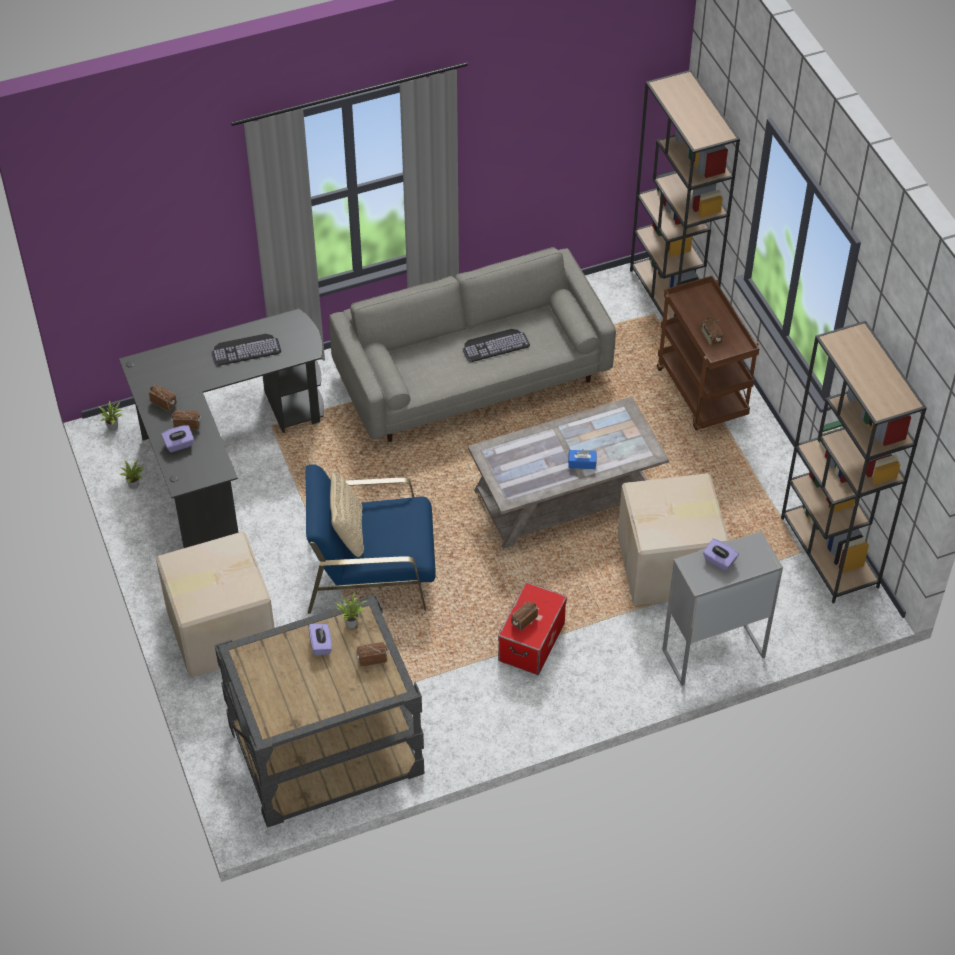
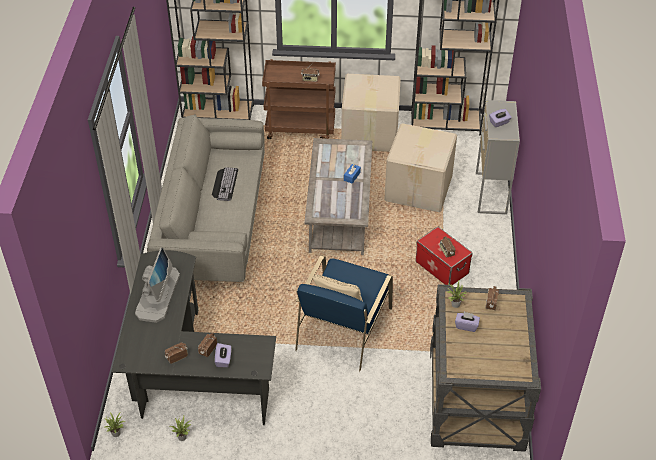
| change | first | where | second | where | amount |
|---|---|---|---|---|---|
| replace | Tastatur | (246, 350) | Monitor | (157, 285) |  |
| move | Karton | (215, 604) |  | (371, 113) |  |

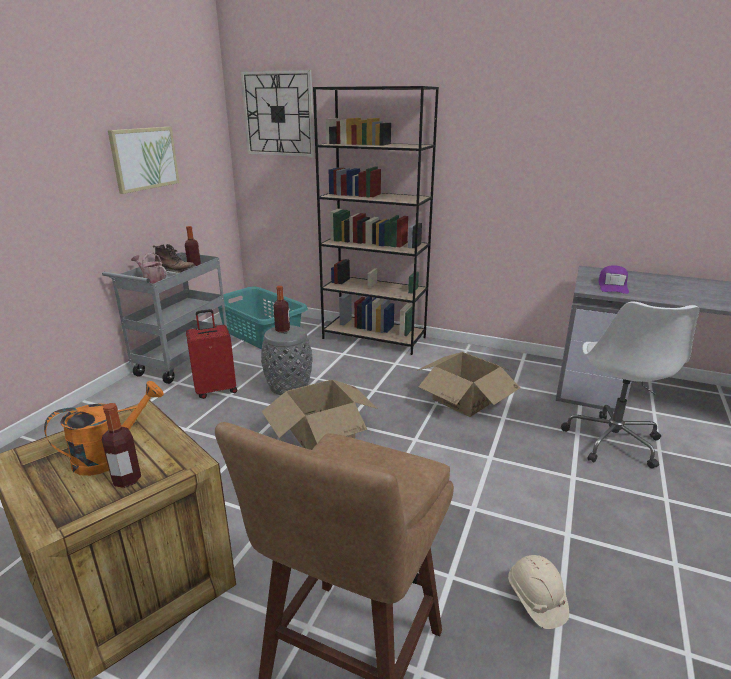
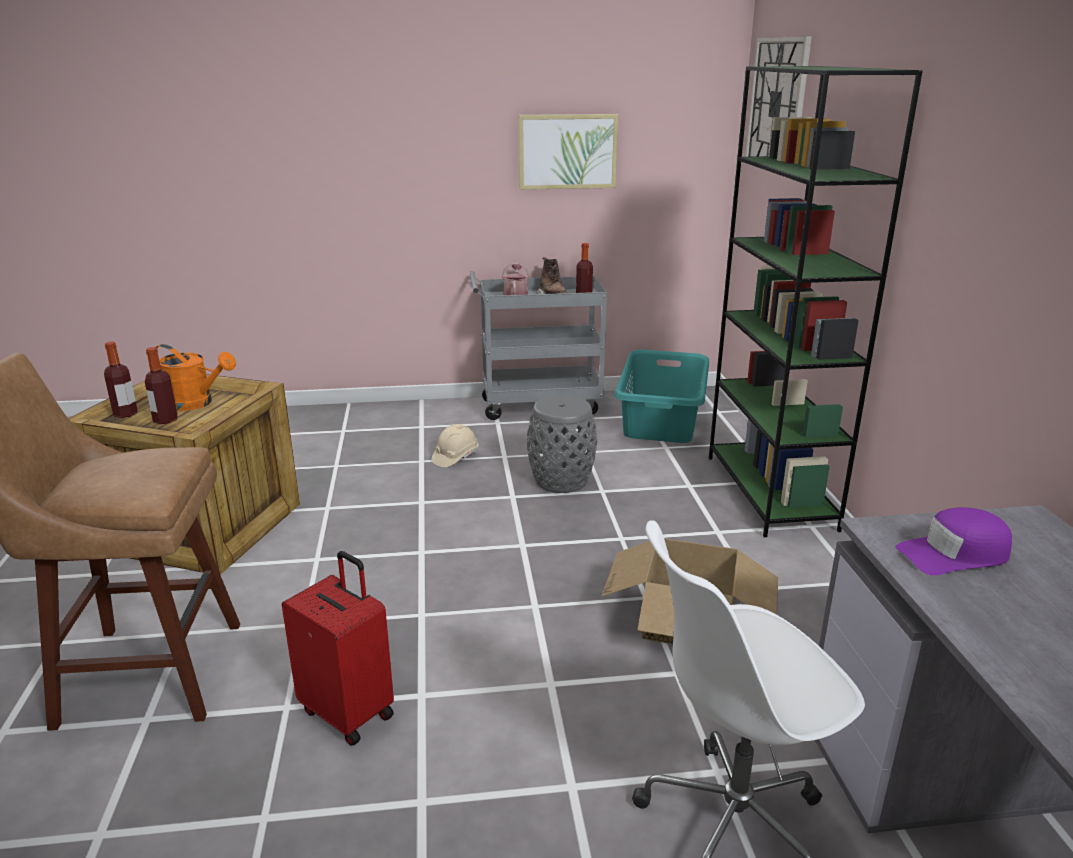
| change | first | where | second | where | amount |
|---|---|---|---|---|---|
| move | Flasche | (281, 309) |  | (121, 380) |  |
| move | Koffer/rot | (211, 354) |  | (338, 648) |  |
| move | Schutzhelm/beige | (538, 592) |  | (455, 445) |  |
| recolor | Bücherregal/beige | (376, 220) | Bücherregal/grün | (816, 301) |  |
| delete | Karton | (320, 415) |  |  |  |

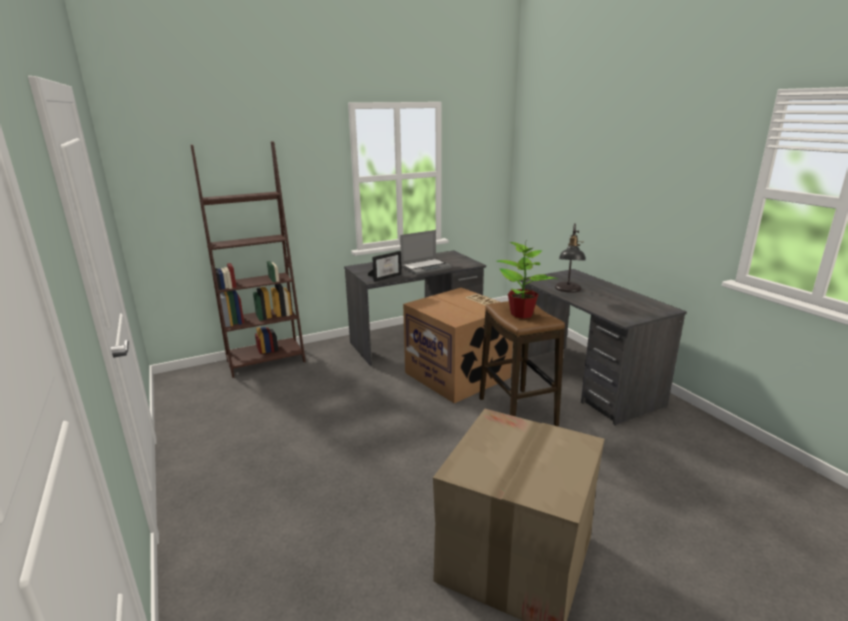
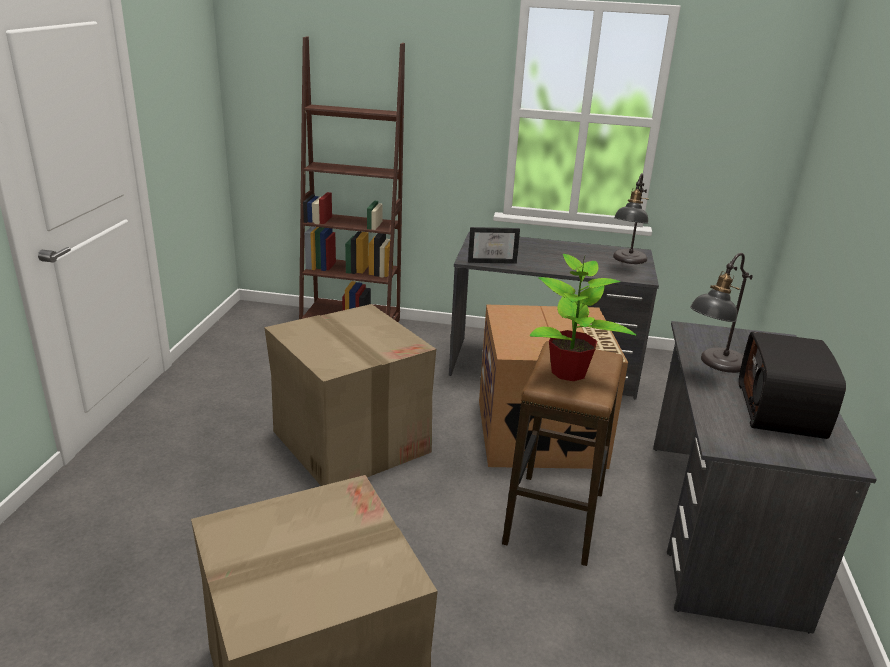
| change | first | where | second | where | amount |
|---|---|---|---|---|---|
| insert |  |  | Karton | (350, 395) |  |
| insert |  |  | Tischlampe/grau | (631, 218) |  |
| insert |  |  | Radio | (792, 385) |  |
| delete | Laptop | (426, 252) |  |  |  |

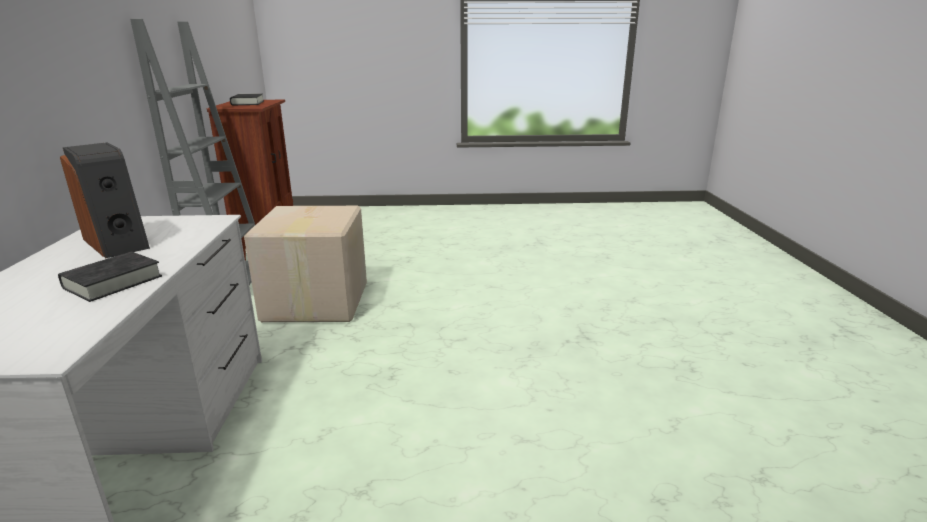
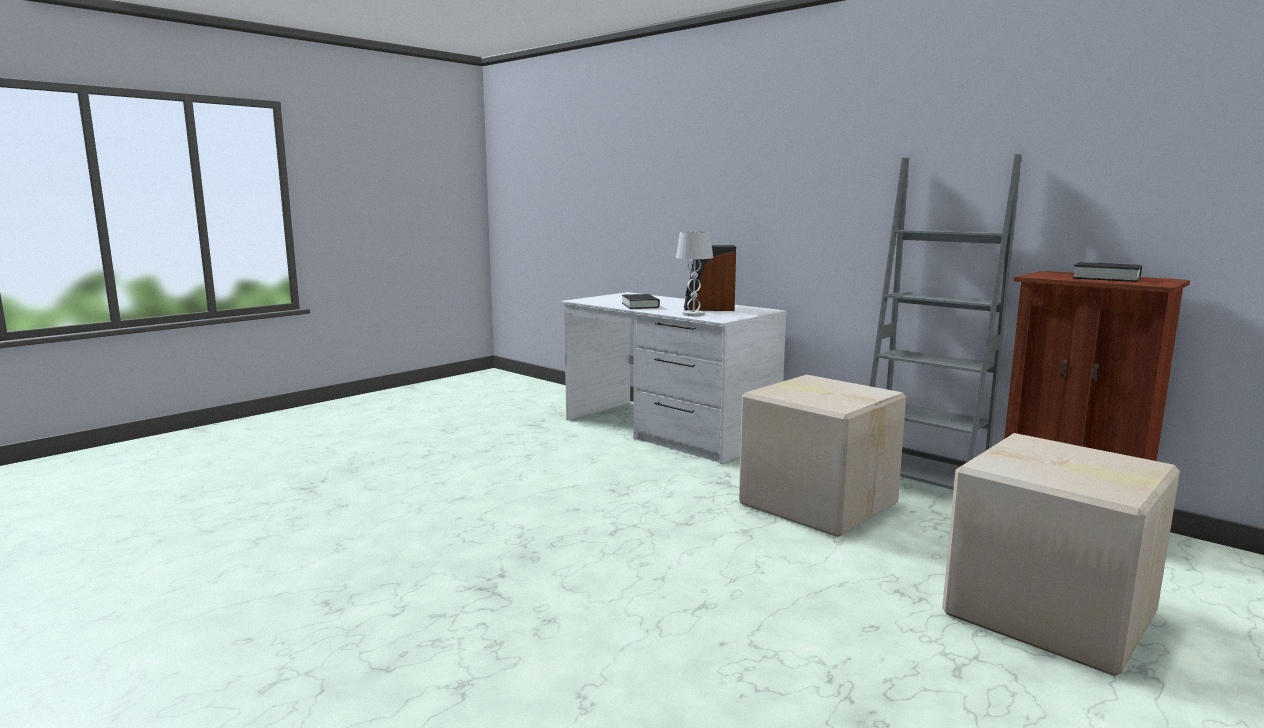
| change | first | where | second | where | amount |
|---|---|---|---|---|---|
| insert |  |  | Tischlampe/weiß | (694, 273) |  |
| insert |  |  | Karton | (1061, 554) |  |

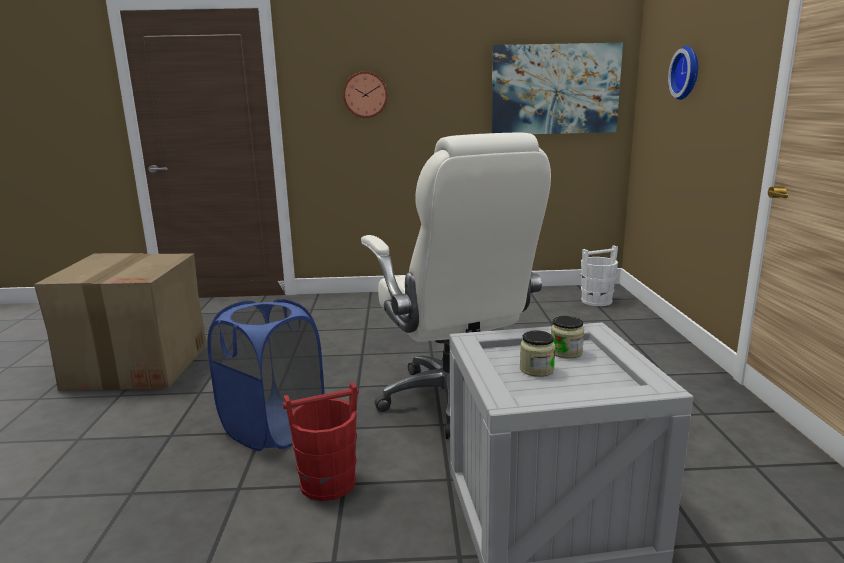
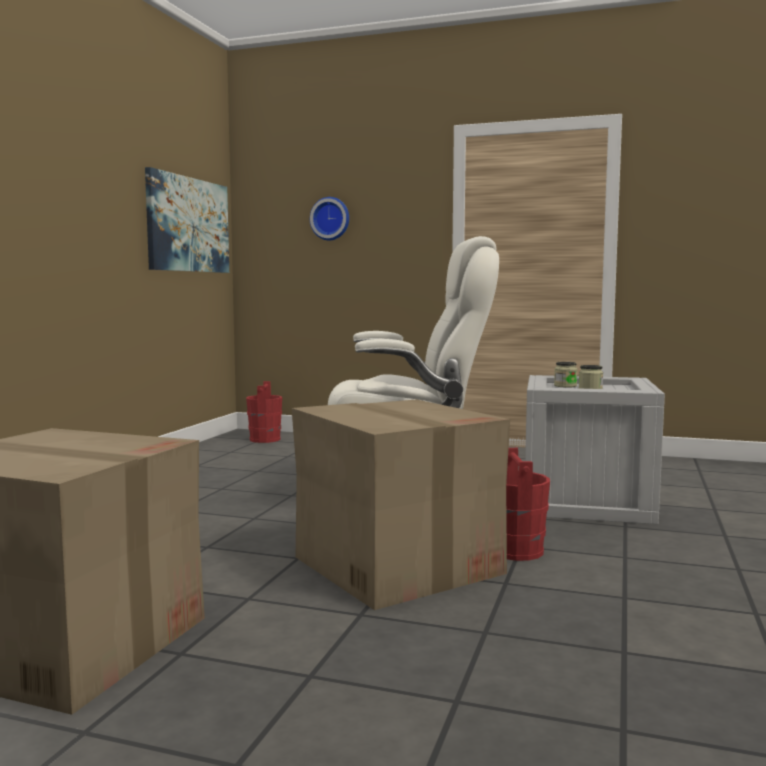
| change | first | where | second | where | amount |
|---|---|---|---|---|---|
| recolor | Eimer/weiß | (599, 275) | Eimer/rot | (264, 412) |  |
| replace | Wäschekorb/blau | (266, 375) | Karton | (401, 504) |  |
| delete | Wanduhr | (365, 94) |  |  |  |

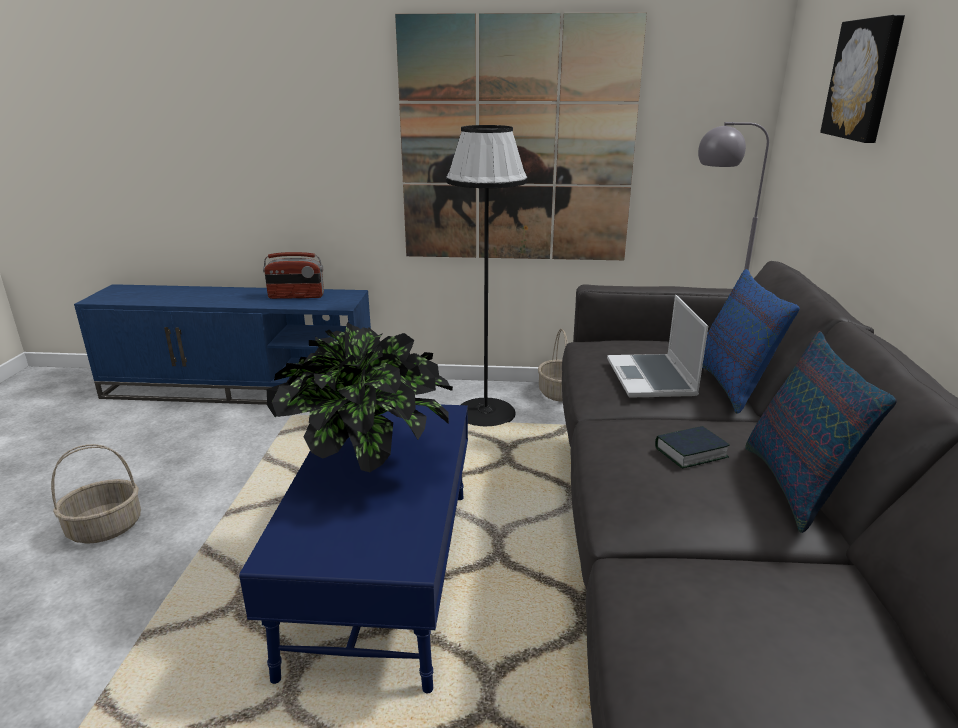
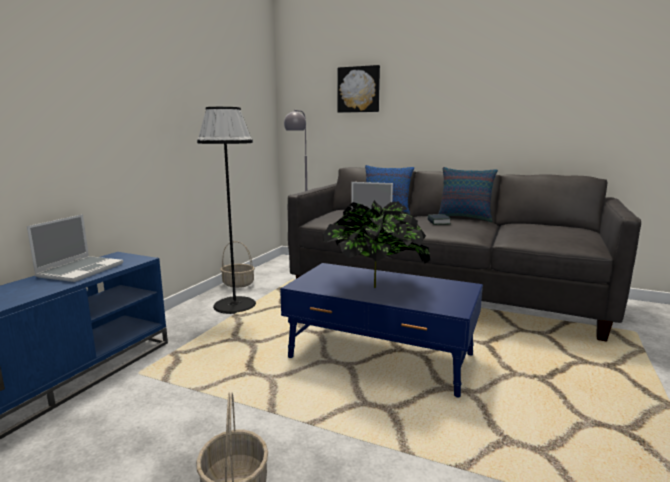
| change | first | where | second | where | amount |
|---|---|---|---|---|---|
| replace | Radio | (293, 275) | Laptop | (75, 248) |  |
| delete | Bild | (521, 136) |  |  |  |

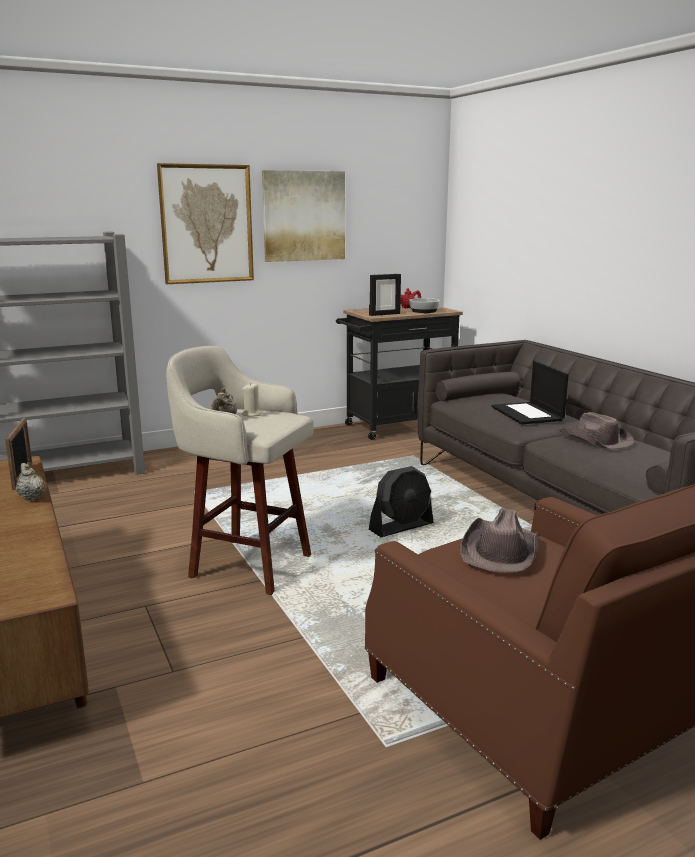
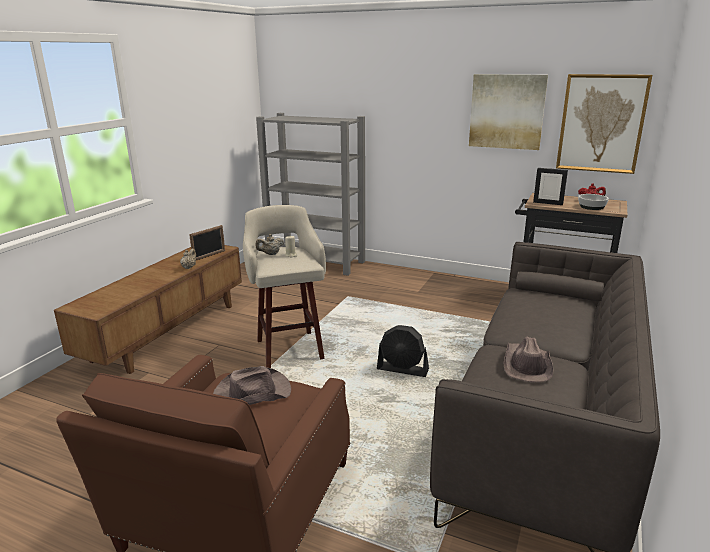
| change | first | where | second | where | amount |
|---|---|---|---|---|---|
| move | Bild | (205, 223) |  | (604, 124) |  |
| delete | Laptop | (530, 392) |  |  |  |

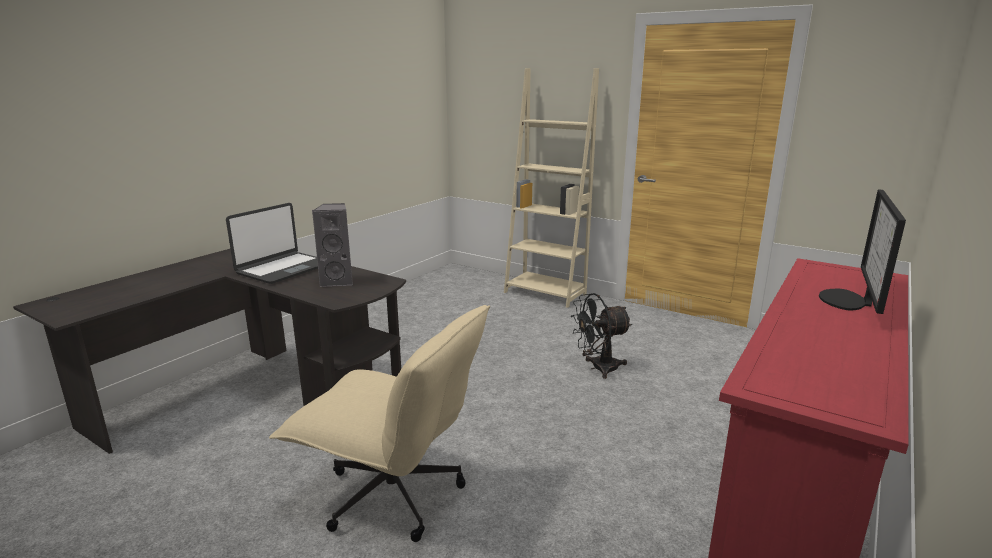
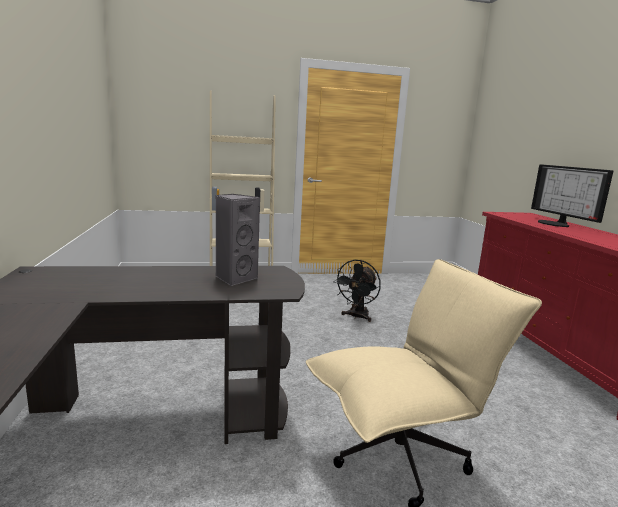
| change | first | where | second | where | amount |
|---|---|---|---|---|---|
| delete | Laptop | (272, 243) |  |  |  |

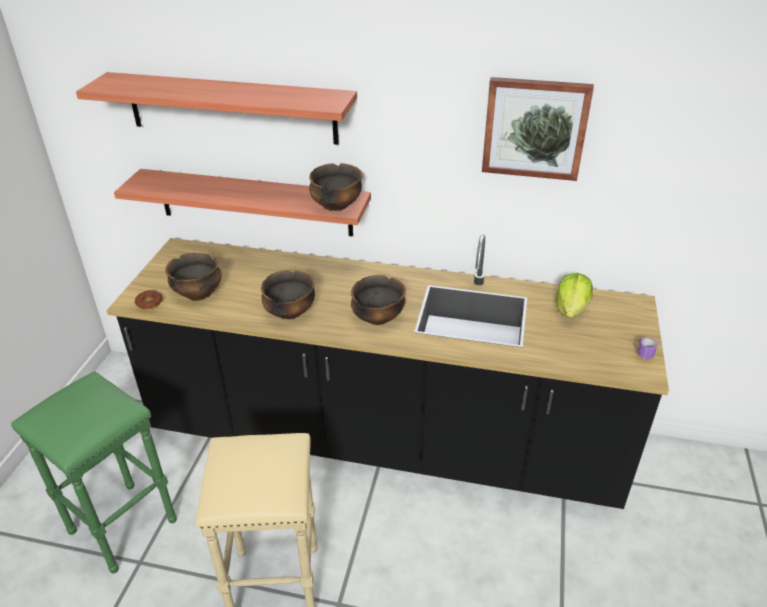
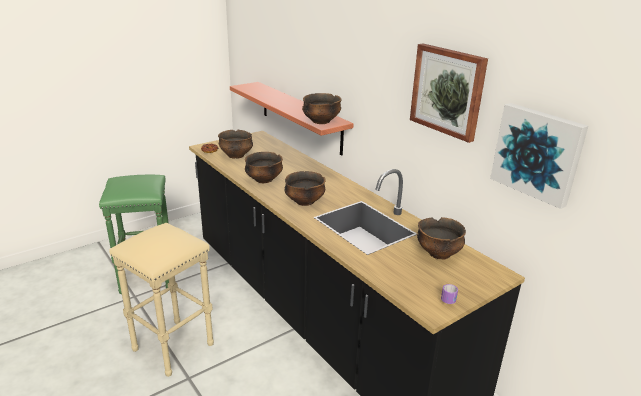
| change | first | where | second | where | amount |
|---|---|---|---|---|---|
| replace | Salatkopf | (574, 295) | Schüssel | (441, 238) |  |
| insert |  |  | Bild | (539, 156) |  |
| delete | Wandregal | (216, 108) |  |  |  |

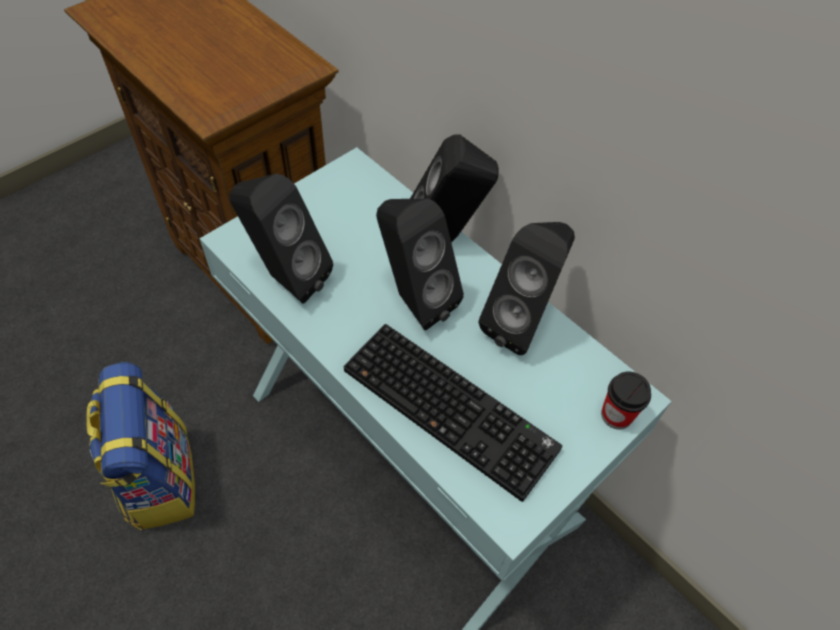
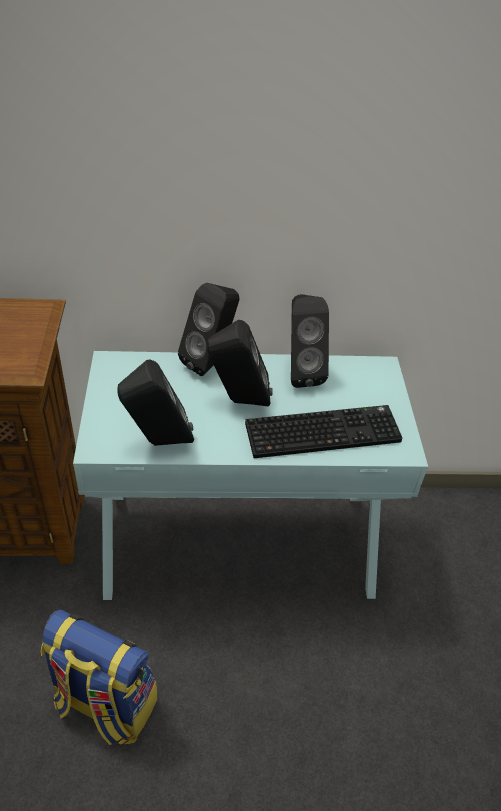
| change | first | where | second | where | amount |
|---|---|---|---|---|---|
| delete | Tasse | (626, 400) |  |  |  |

